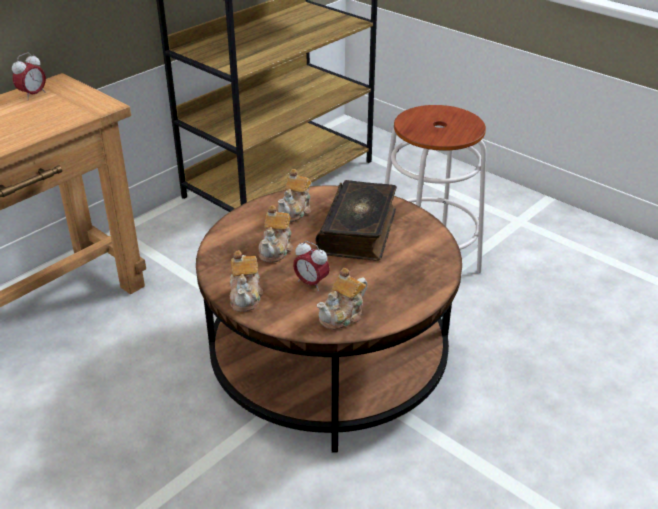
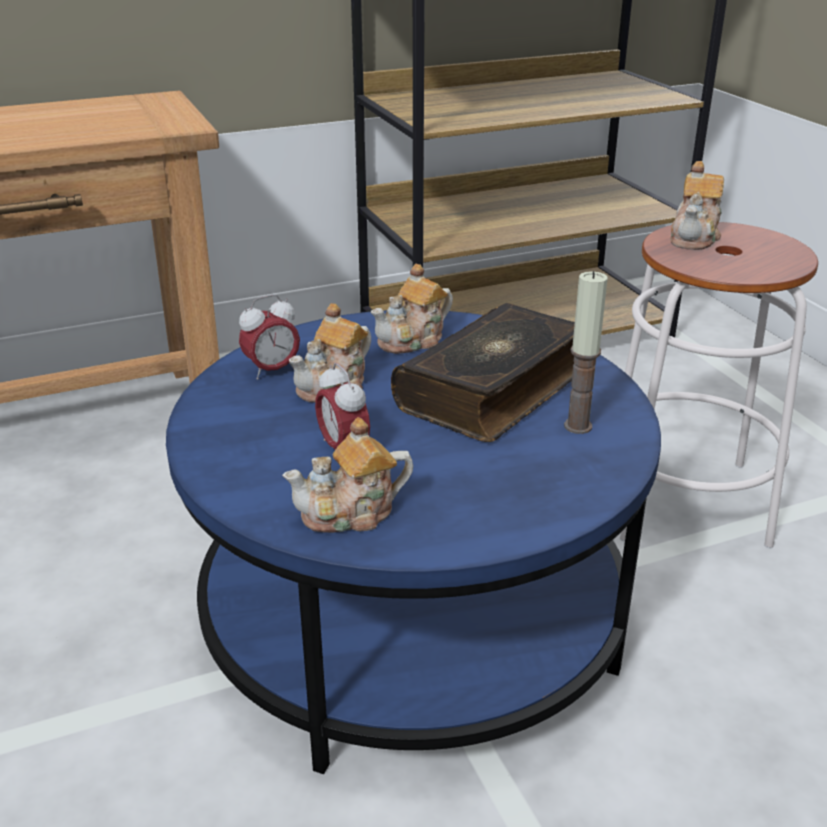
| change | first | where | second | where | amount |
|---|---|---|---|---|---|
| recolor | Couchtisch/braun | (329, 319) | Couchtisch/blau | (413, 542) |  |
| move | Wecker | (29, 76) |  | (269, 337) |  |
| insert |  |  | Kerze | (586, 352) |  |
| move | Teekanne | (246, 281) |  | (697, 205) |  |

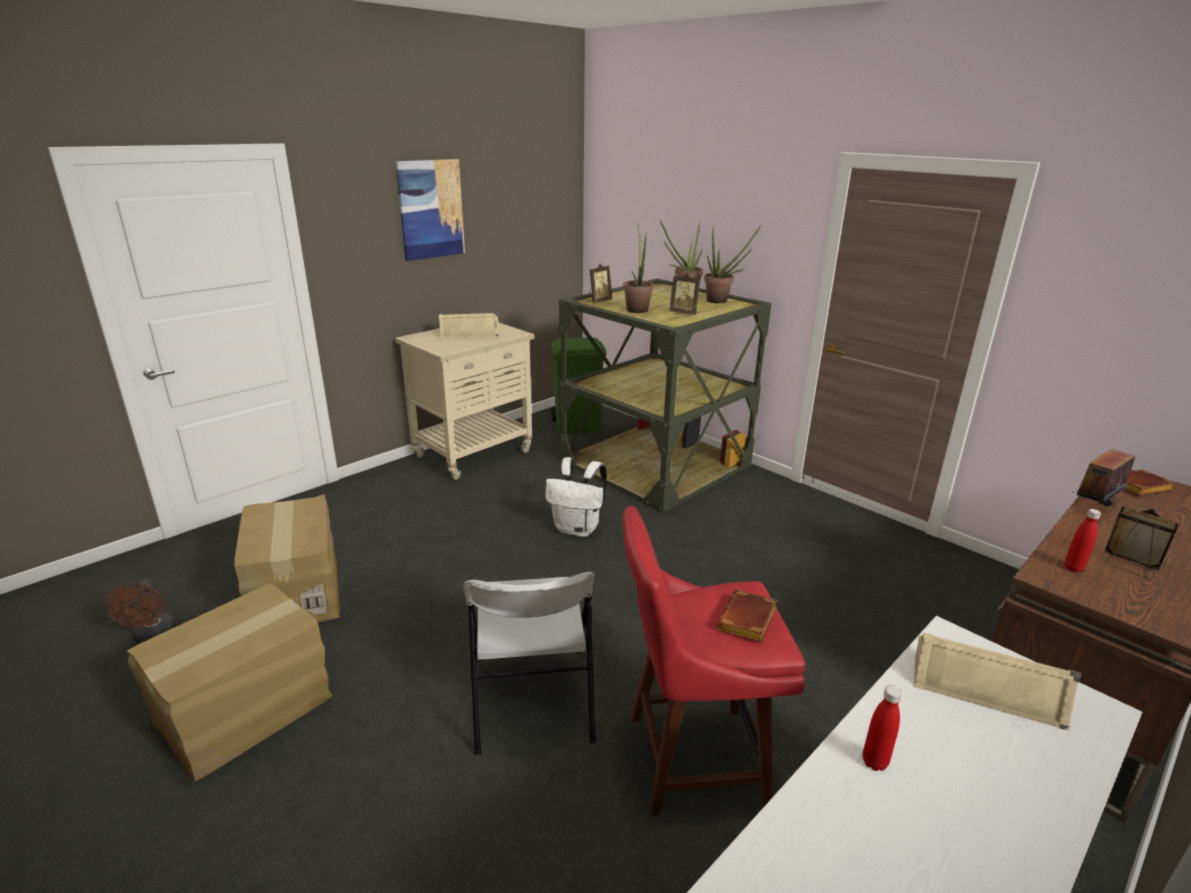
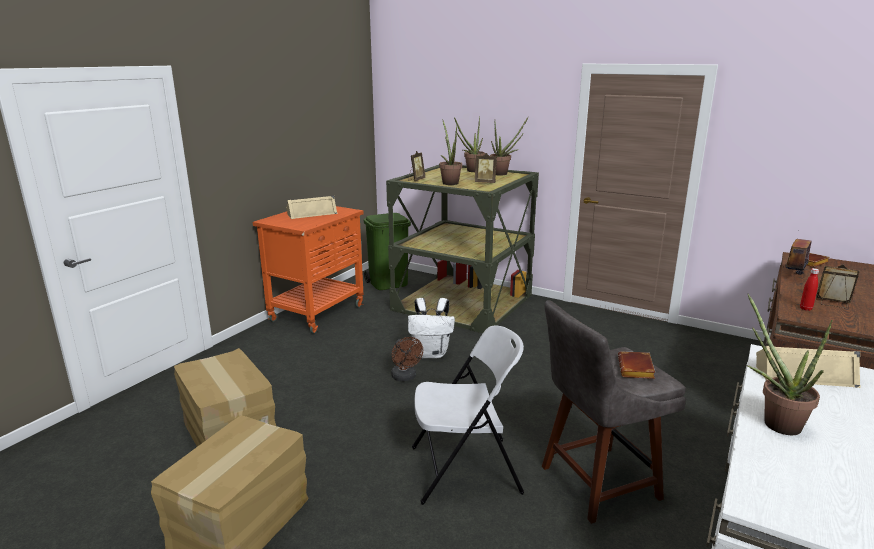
| change | first | where | second | where | amount |
|---|---|---|---|---|---|
| recolor | Rollwagen/beige | (464, 401) | Rollwagen/orange | (308, 270) |  |
| move | Ventilator/braun | (140, 611) |  | (407, 359) |  |
| rotate | Stuhl/weiß | (530, 663) |  | (468, 415) | 75 degrees counterclockwise |
| recolor | Hocker/rot | (714, 661) | Hocker/grau | (614, 412) |  |
| replace | Flasche/rot | (882, 728) | Topfpflanze | (789, 364) |  |
| delete | Bild | (430, 210) |  |  |  |

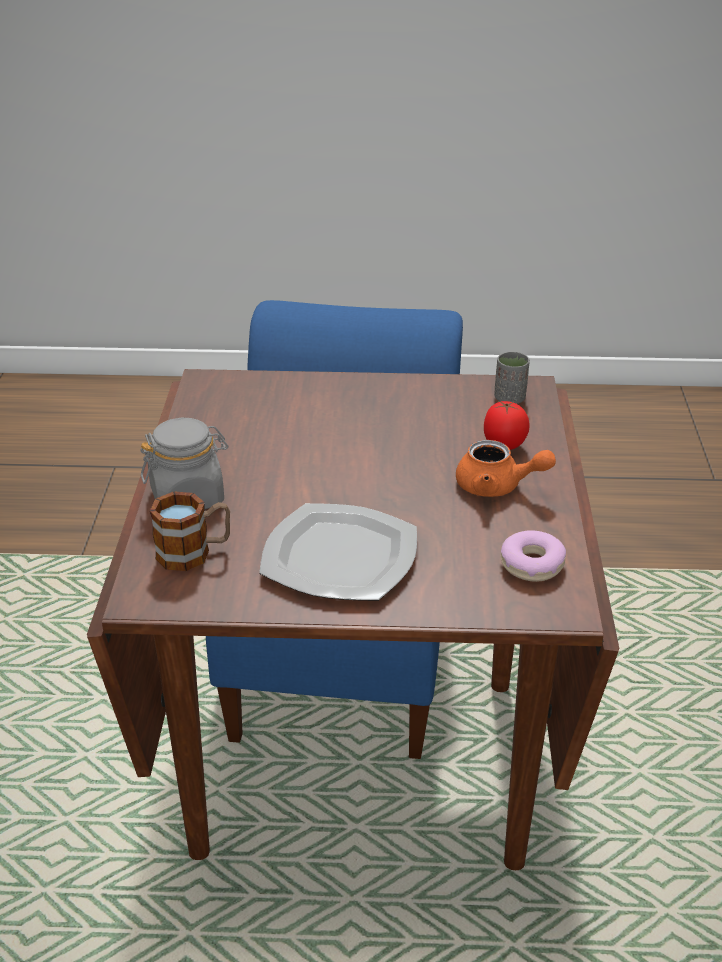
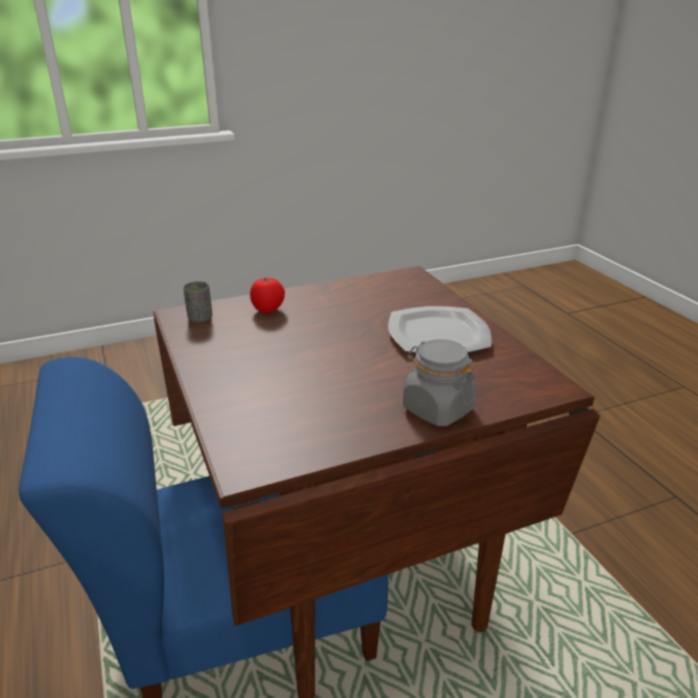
| change | first | where | second | where | amount |
|---|---|---|---|---|---|
| delete | Henkelbecher | (190, 531) |  |  |  |
| delete | Teekanne/orange | (506, 468) |  |  |  |
| delete | Donut | (533, 556) |  |  |  |

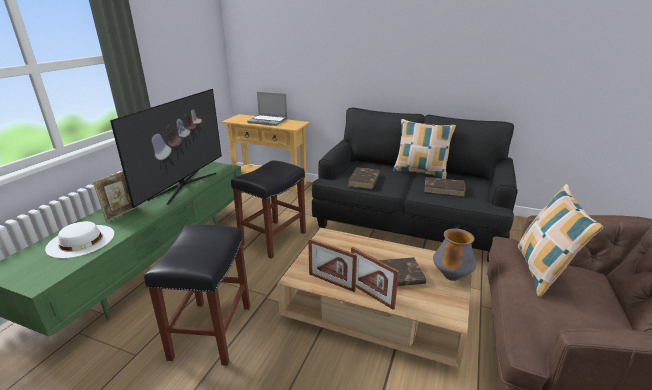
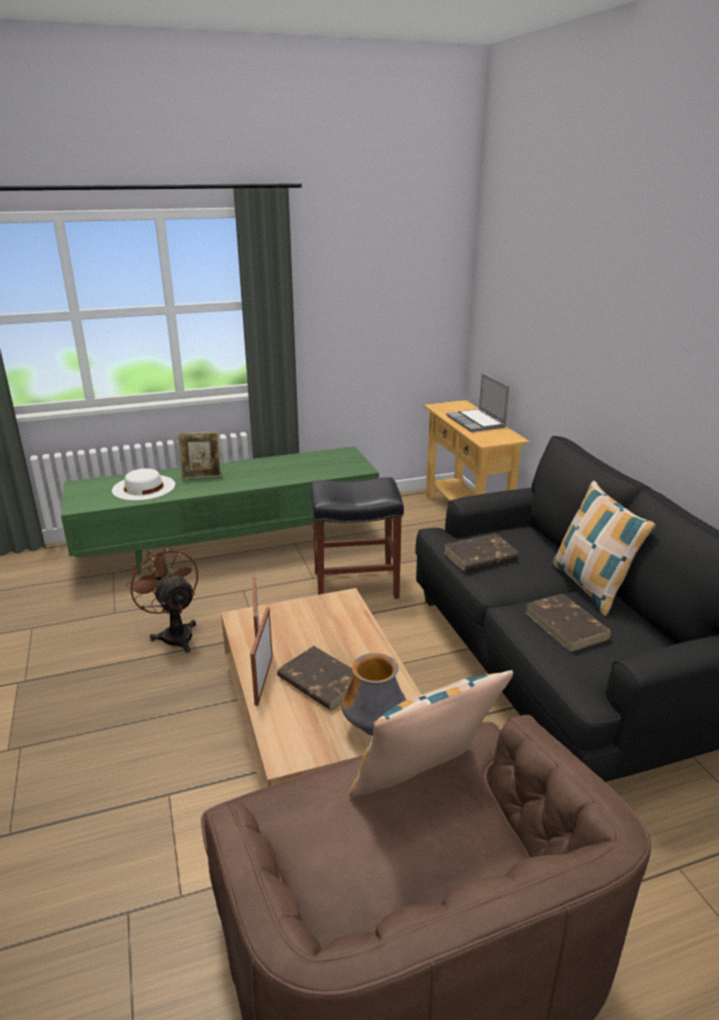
| change | first | where | second | where | amount |
|---|---|---|---|---|---|
| replace | Hocker/schwarz | (197, 295) | Ventilator/braun | (162, 599) |  |
| delete | Fernseher | (166, 148) |  |  |  |

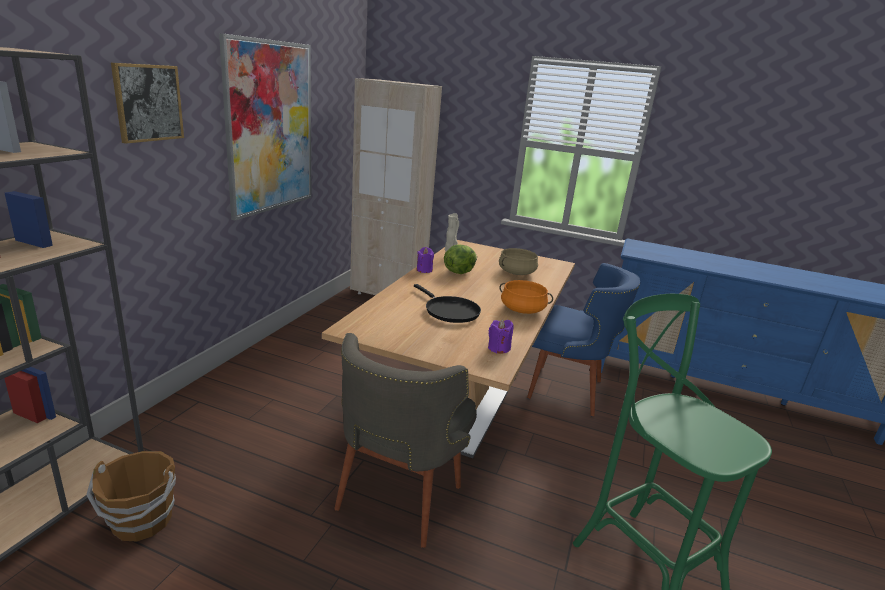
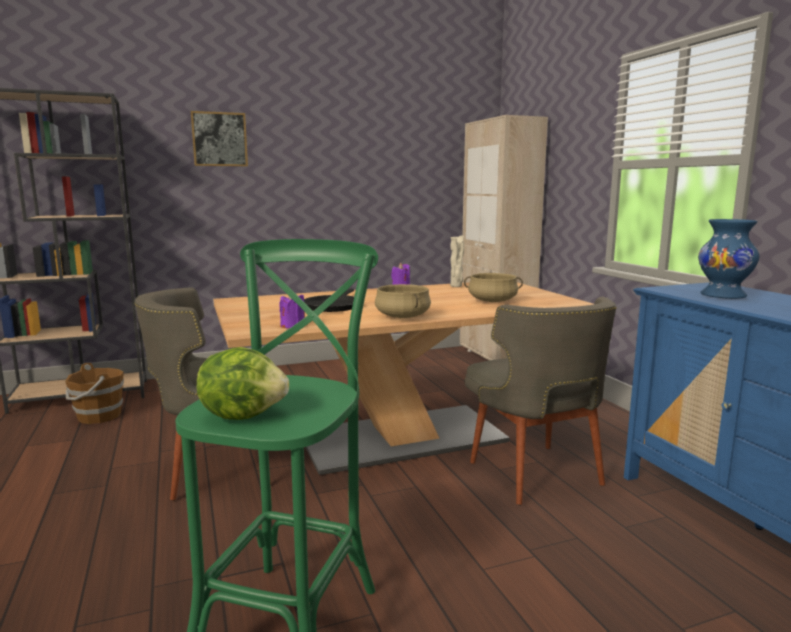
| change | first | where | second | where | amount |
|---|---|---|---|---|---|
| move | Salatkopf | (460, 259) |  | (243, 383) |  |
| recolor | Kochtopf/orange | (526, 297) | Kochtopf/beige | (403, 301) |  |
| recolor | Stuhl/blau | (583, 340) | Stuhl/grau | (541, 401) |  |
| insert |  |  | Vase/blau | (728, 259) |  |
| delete | Bild | (265, 126) |  |  |  |

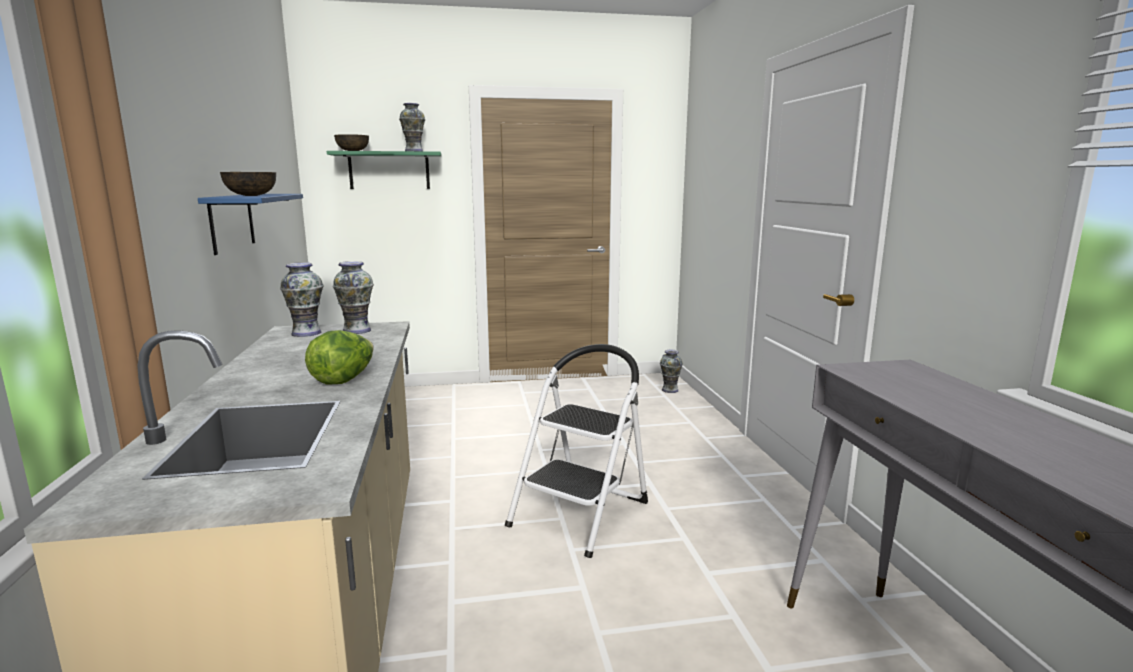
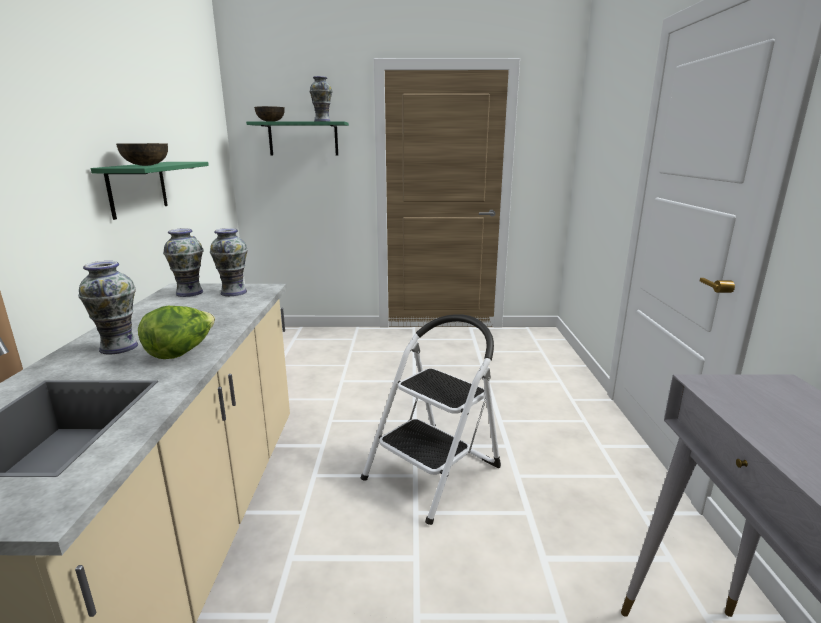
| change | first | where | second | where | amount |
|---|---|---|---|---|---|
| move | Vase | (671, 371) |  | (108, 308) |  |
| recolor | Wandregal/blau | (250, 224) | Wandregal/grün | (150, 191) |  |

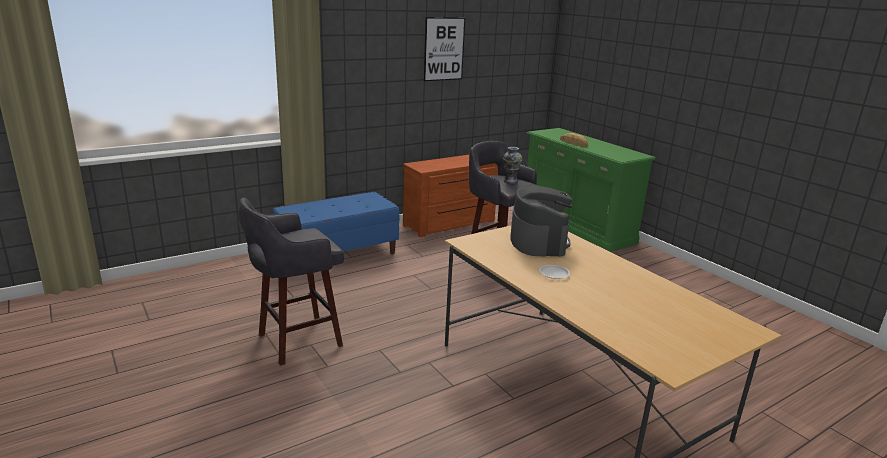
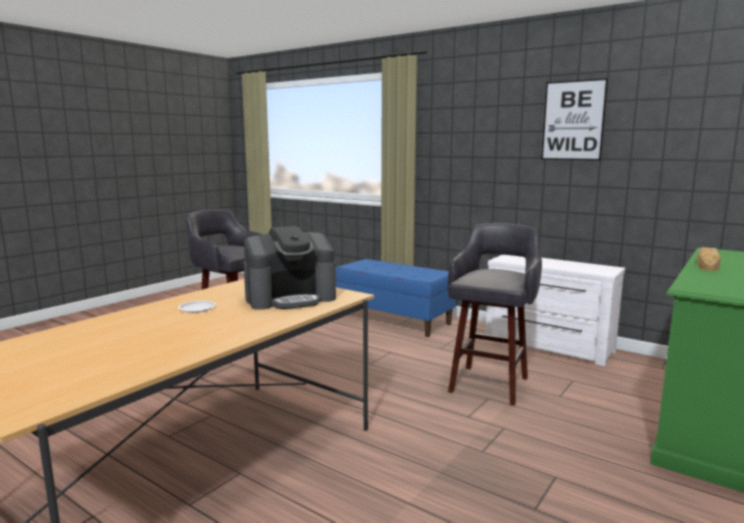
| change | first | where | second | where | amount |
|---|---|---|---|---|---|
| recolor | Kommode/braun | (450, 196) | Kommode/weiß | (555, 310) |  |
| delete | Vase | (512, 165) |  |  |  |

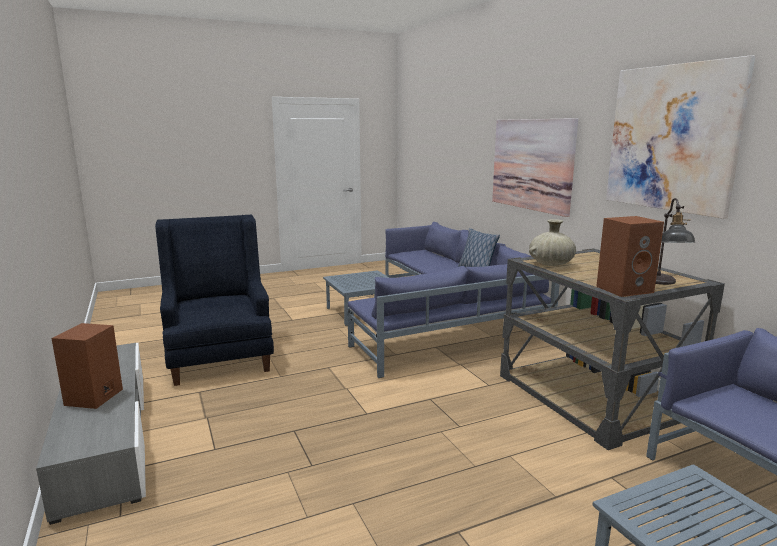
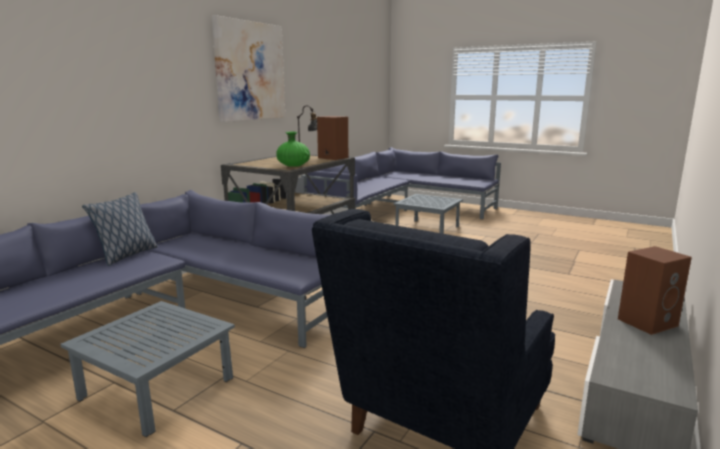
| change | first | where | second | where | amount |
|---|---|---|---|---|---|
| recolor | Vase/beige | (552, 242) | Vase/grün | (293, 149) |  |
| delete | Bild | (535, 167) |  |  |  |

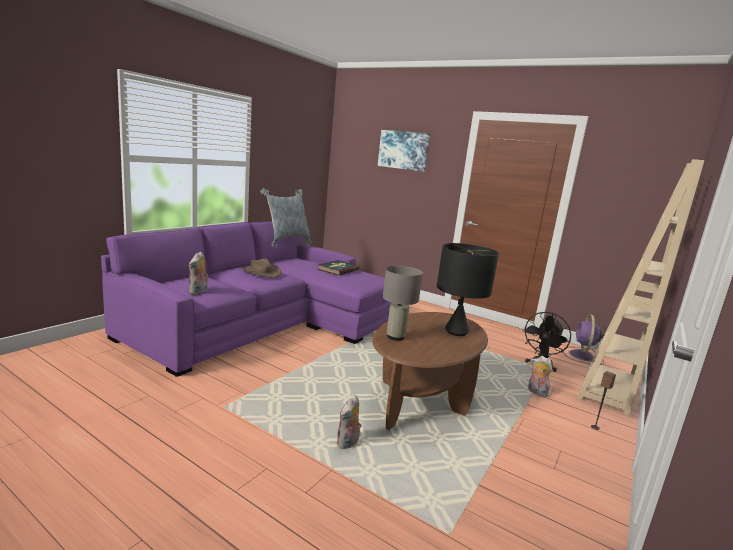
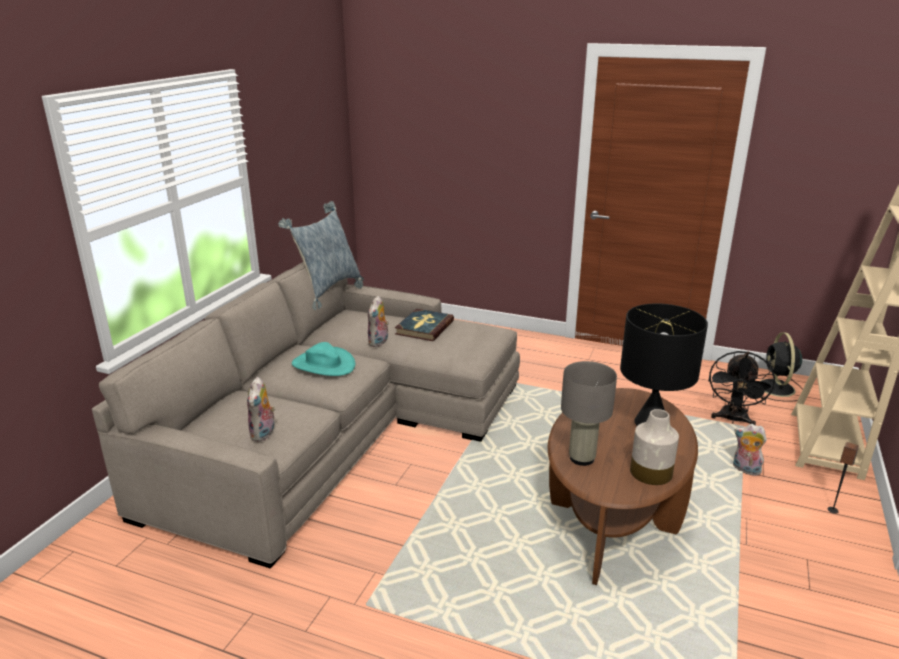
| change | first | where | second | where | amount |
|---|---|---|---|---|---|
| recolor | Sofa/lila | (246, 299) | Sofa/beige | (306, 415) |  |
| recolor | Hut/braun | (261, 268) | Hut/türkis | (323, 359) |  |
| move | Plüschtier | (349, 422) |  | (378, 321) |  |
| insert |  |  | Vase/beige | (654, 447) |  |
| recolor | Ventilator/lila | (583, 339) | Ventilator/schwarz | (780, 366) |  |
| delete | Bild | (404, 151) |  |  |  |

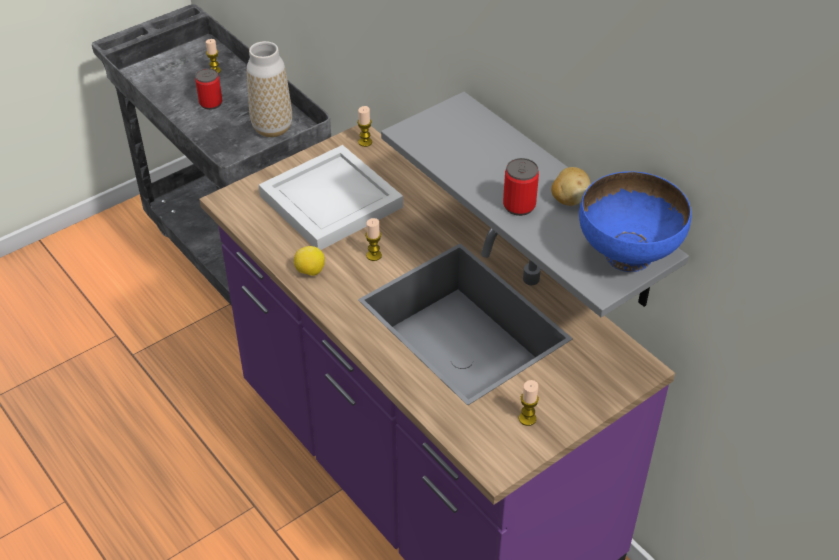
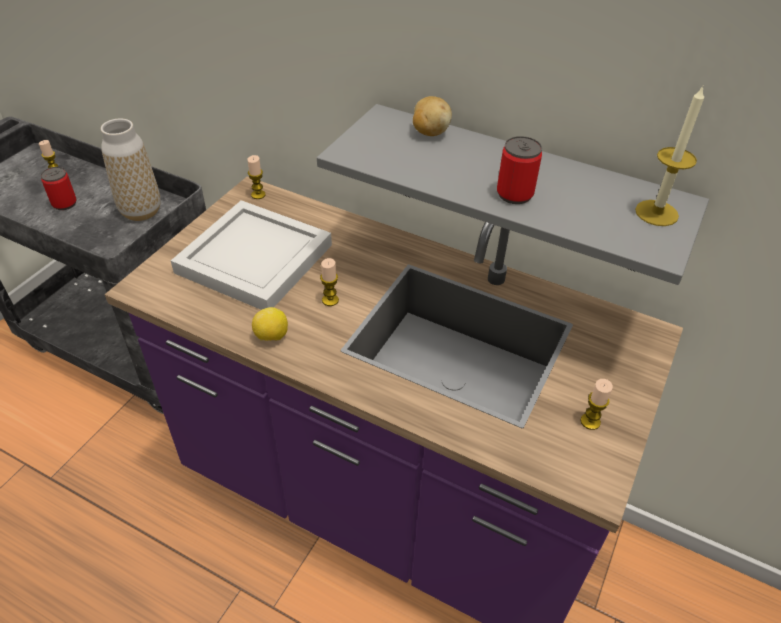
| change | first | where | second | where | amount |
|---|---|---|---|---|---|
| move | Kartoffel | (571, 186) |  | (432, 116) |  |
| replace | Schüssel/blau | (635, 222) | Kerze | (669, 156) |  |

